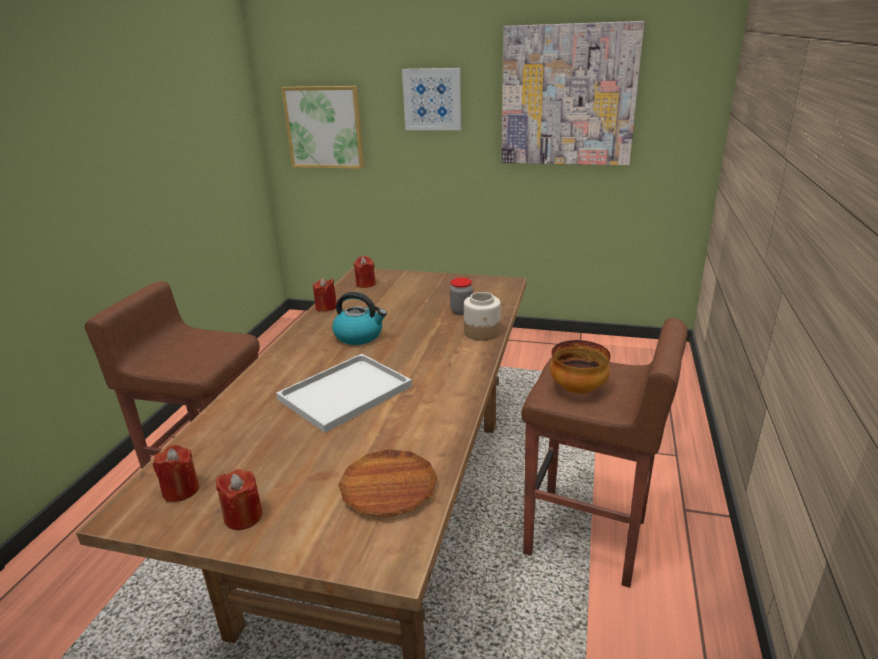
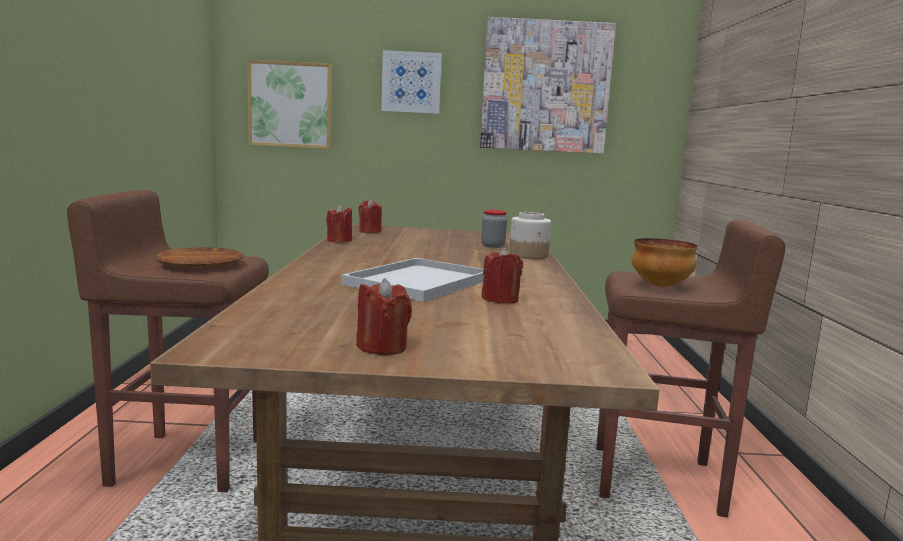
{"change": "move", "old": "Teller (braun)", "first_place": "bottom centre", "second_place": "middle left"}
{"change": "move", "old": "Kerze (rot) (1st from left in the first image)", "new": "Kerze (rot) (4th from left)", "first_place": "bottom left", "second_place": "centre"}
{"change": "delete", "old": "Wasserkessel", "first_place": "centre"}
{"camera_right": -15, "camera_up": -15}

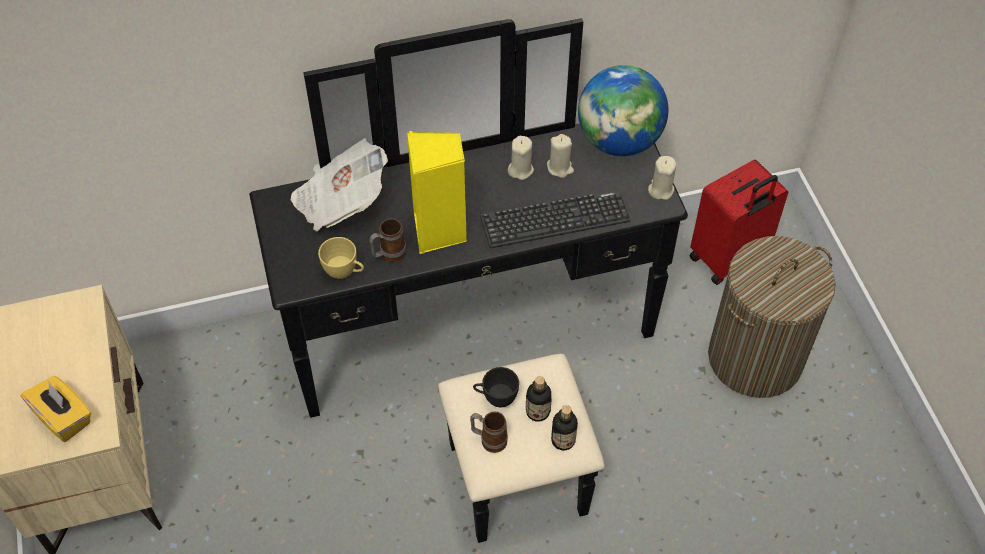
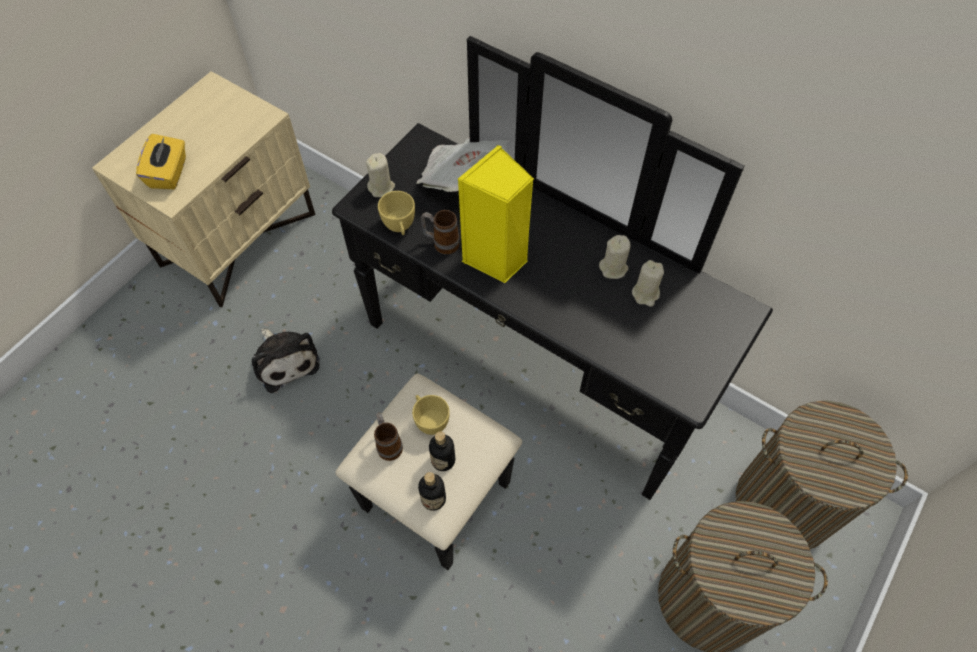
{"change": "insert", "new": "Plüschtier", "second_place": "middle left"}
{"change": "move", "old": "Kerze (beige) (3rd from left in the first image)", "new": "Kerze (beige) (1st from left)", "first_place": "top right", "second_place": "top centre"}
{"change": "recolor", "old": "Tasse (schwarz)", "new": "Tasse (gelb) (2nd from left)", "first_place": "bottom centre", "second_place": "centre"}
{"change": "replace", "old": "Koffer (rot)", "new": "Wäschekorb (2nd from left)", "first_place": "middle right", "second_place": "bottom right"}
{"change": "delete", "old": "Tastatur", "first_place": "centre"}
{"change": "delete", "old": "Globus", "first_place": "top centre"}
{"camera_right": 50, "camera_up": 5}

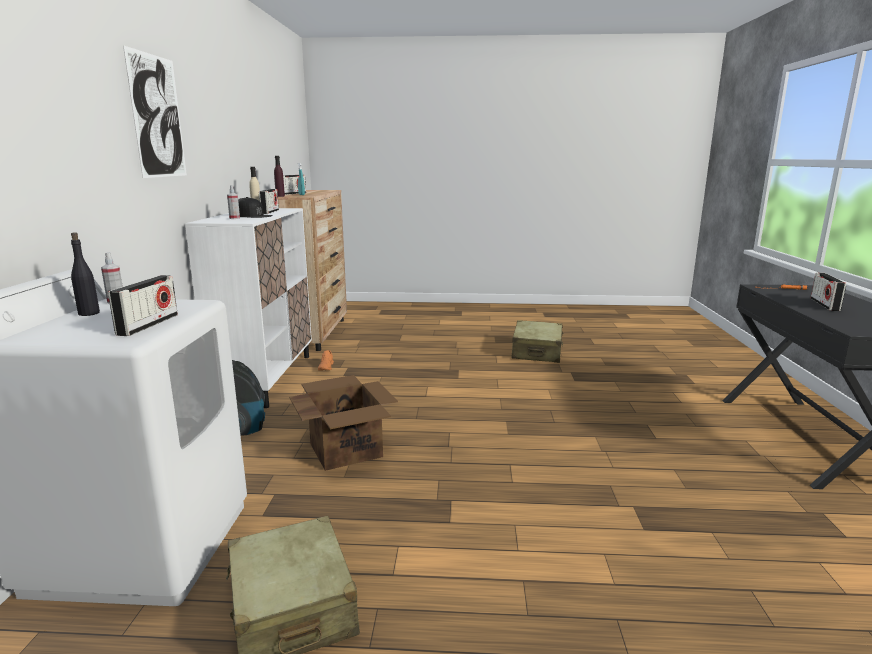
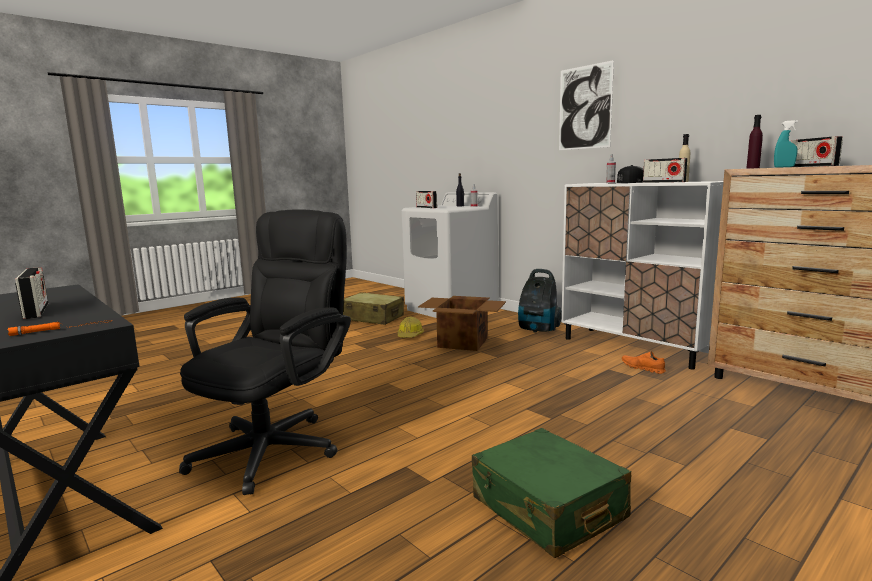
{"change": "insert", "new": "Bürostuhl (schwarz)", "second_place": "middle left"}
{"change": "insert", "new": "Schutzhelm", "second_place": "centre"}
{"change": "recolor", "old": "Koffer (beige) (2nd from left)", "new": "Koffer (grün)", "first_place": "centre", "second_place": "bottom centre"}
{"camera_right": 135, "camera_up": -5}

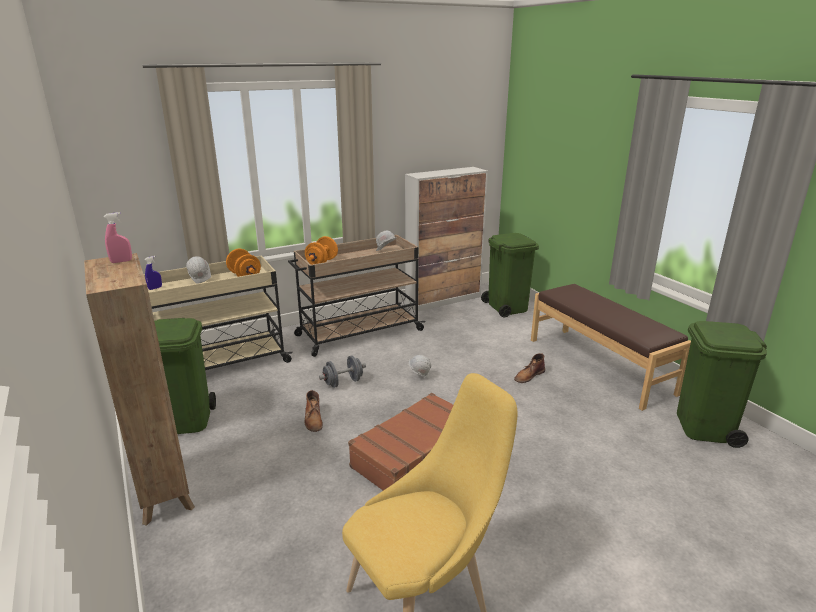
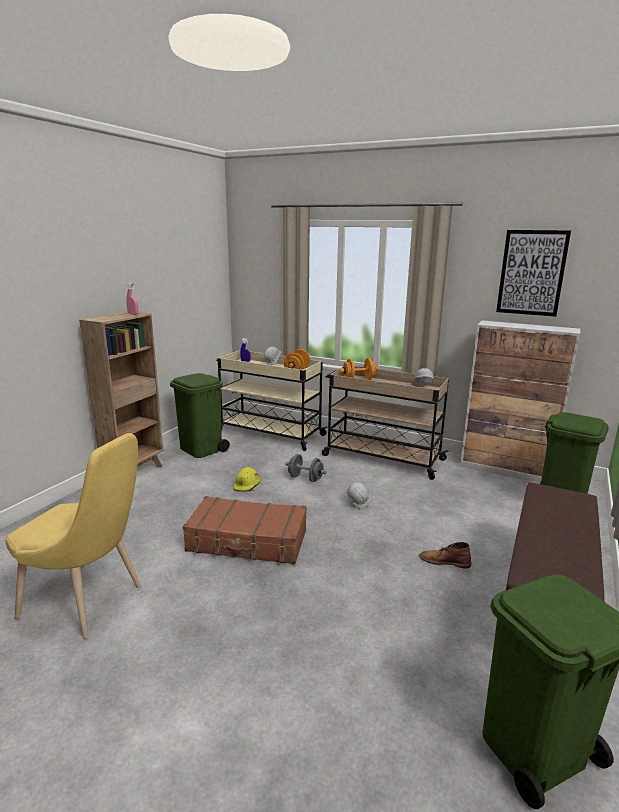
{"change": "replace", "old": "Stiefel (braun) (1st from left)", "new": "Schutzhelm (gelb)", "first_place": "bottom centre", "second_place": "centre"}
{"change": "insert", "new": "Bild", "second_place": "middle right"}
{"camera_right": 55, "camera_up": -5}

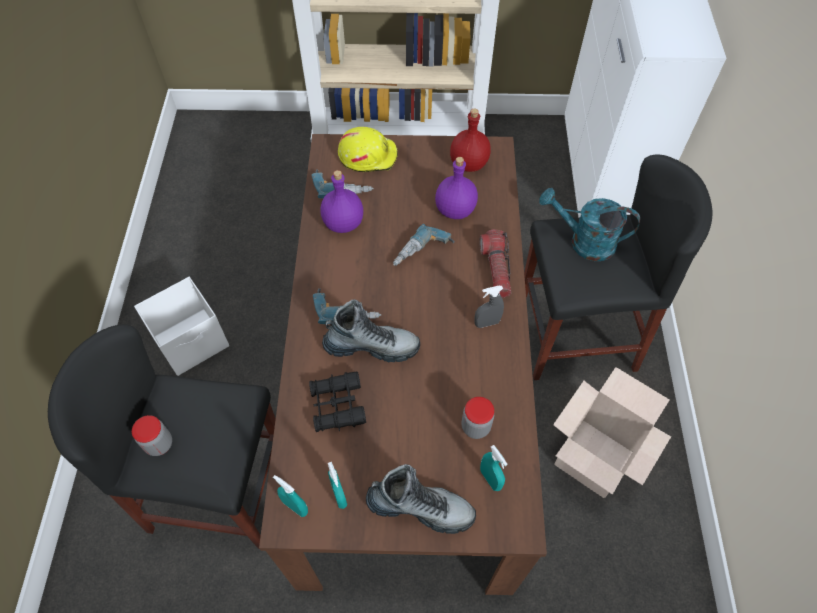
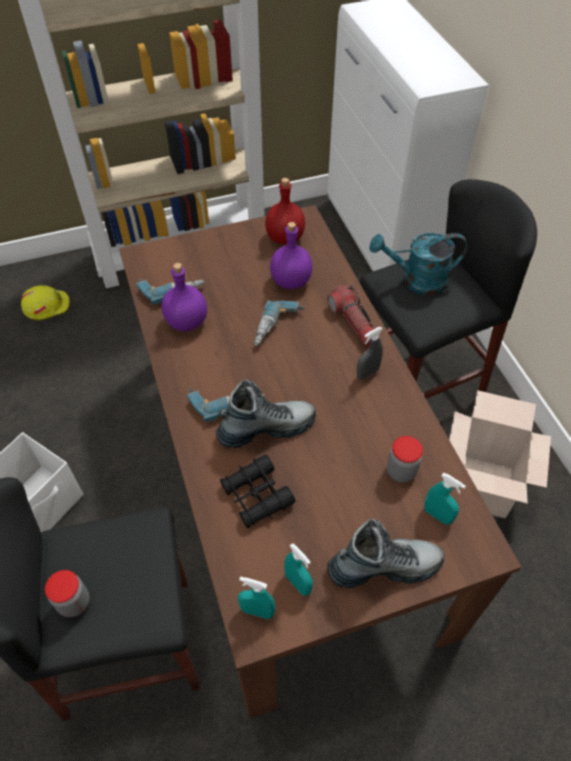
{"change": "move", "old": "Schutzhelm (gelb)", "first_place": "top centre", "second_place": "middle left"}
{"camera_right": -20, "camera_up": -5}

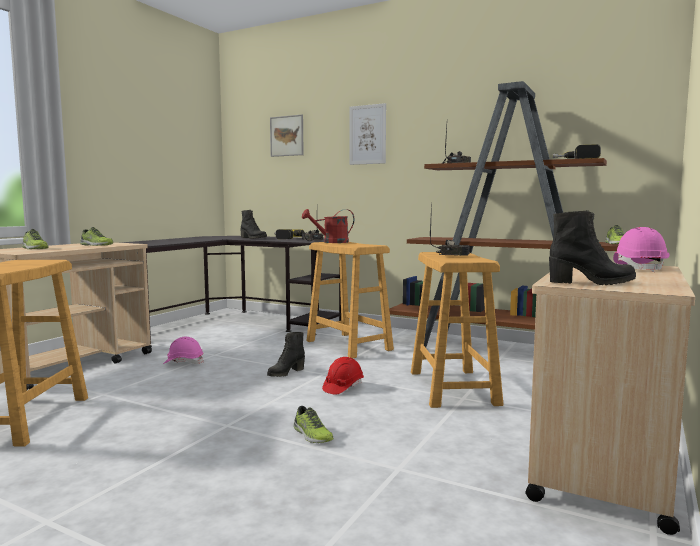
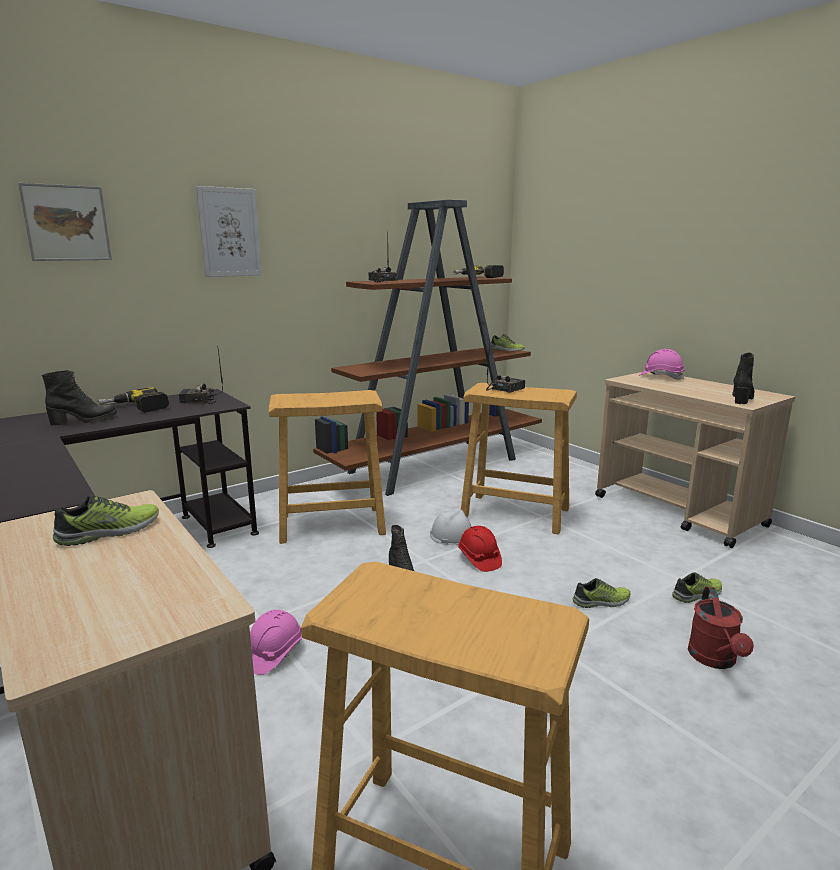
{"change": "insert", "new": "Schutzhelm (weiß)", "second_place": "centre"}
{"change": "move", "old": "Schuh (1st from left in the first image)", "new": "Schuh (4th from left)", "first_place": "middle left", "second_place": "bottom right"}
{"change": "move", "old": "Gießkanne (rot)", "first_place": "centre", "second_place": "bottom right"}
{"camera_right": -65, "camera_up": 10}

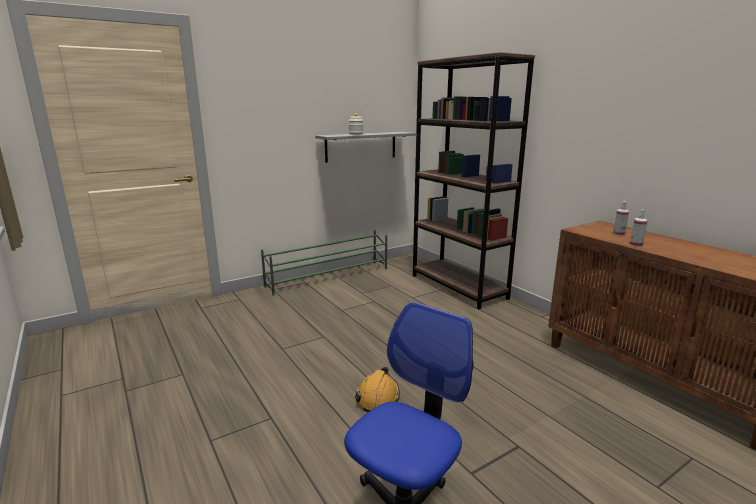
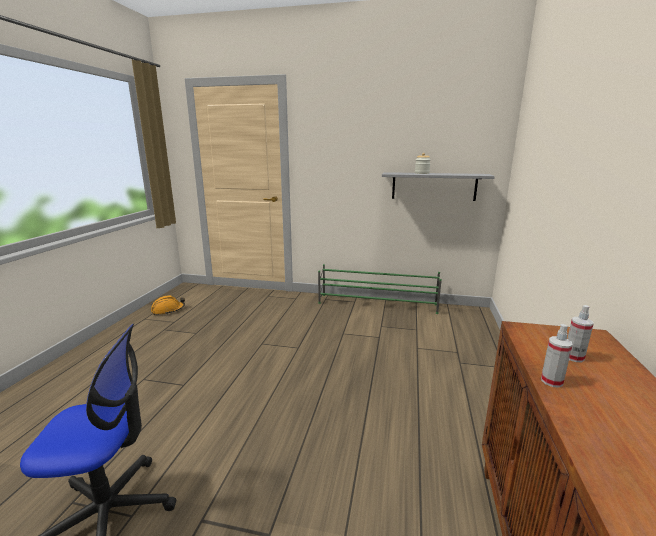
{"change": "move", "old": "Schutzhelm (orange)", "first_place": "bottom centre", "second_place": "middle left"}
{"change": "delete", "old": "Bücherregal (braun)", "first_place": "centre"}
{"camera_right": 45, "camera_up": 0}

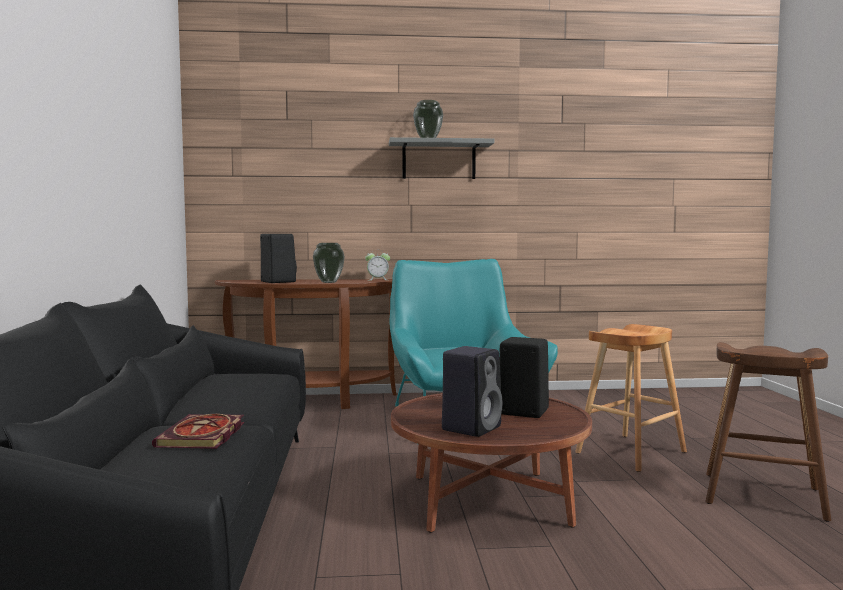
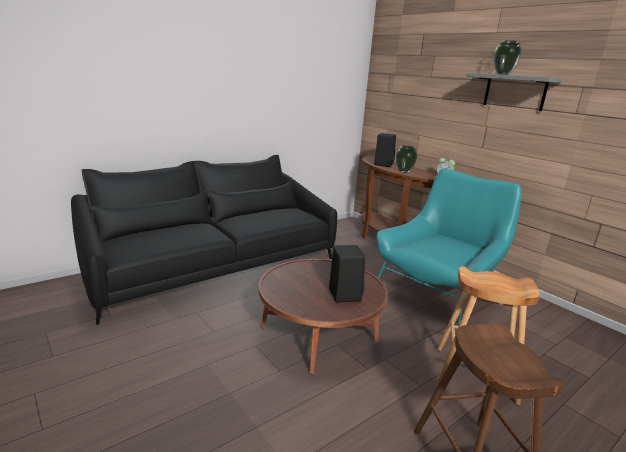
{"change": "delete", "old": "Buch", "first_place": "bottom left"}
{"change": "delete", "old": "Lautsprecher (schwarz) (2nd from left)", "first_place": "centre"}
{"camera_right": 55, "camera_up": 15}

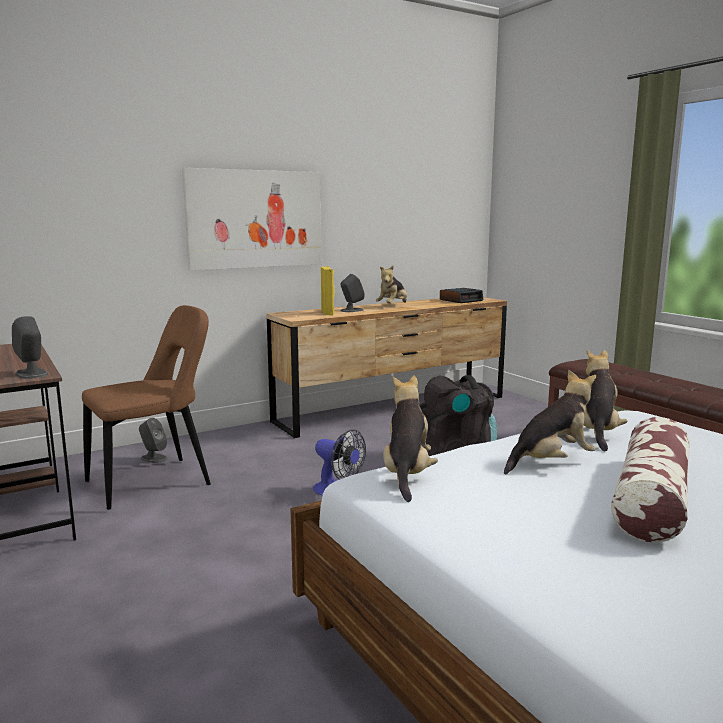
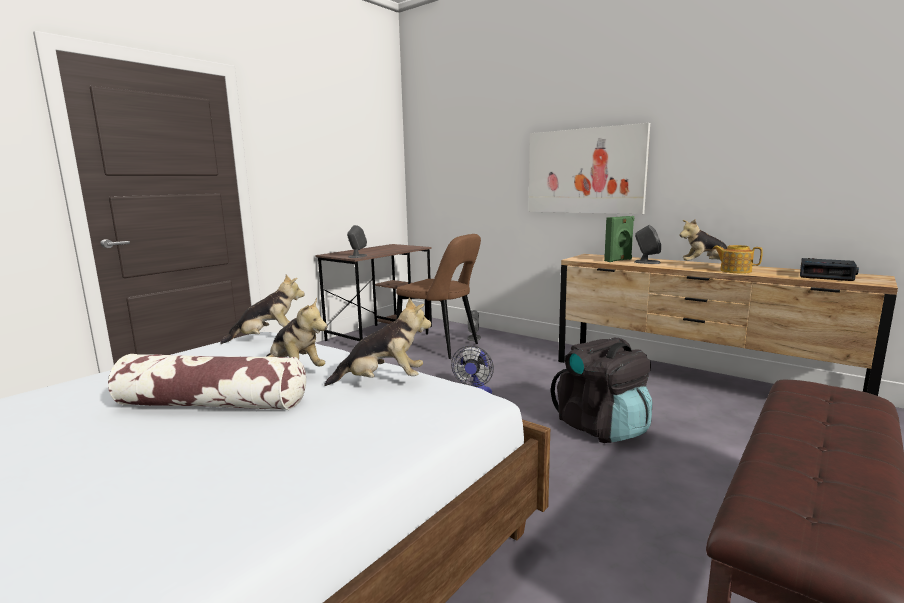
{"change": "recolor", "old": "Lautsprecher (gelb)", "new": "Lautsprecher (grün)", "first_place": "centre", "second_place": "middle right"}
{"change": "insert", "new": "Teekanne", "second_place": "middle right"}
{"camera_right": 70, "camera_up": 0}

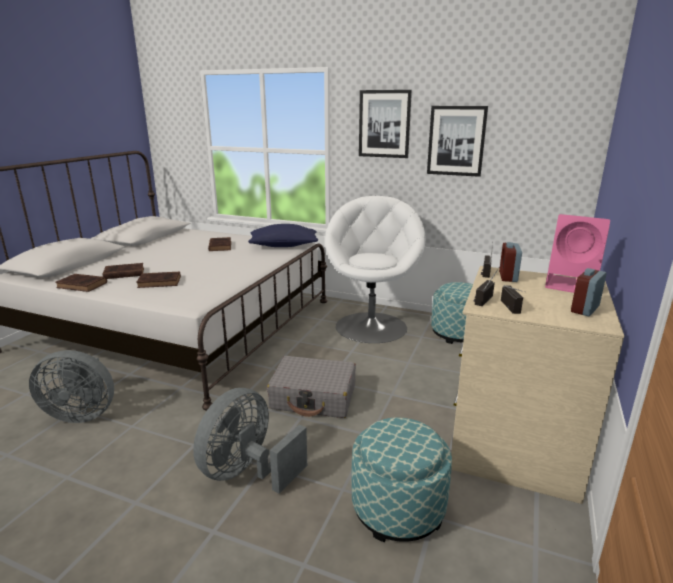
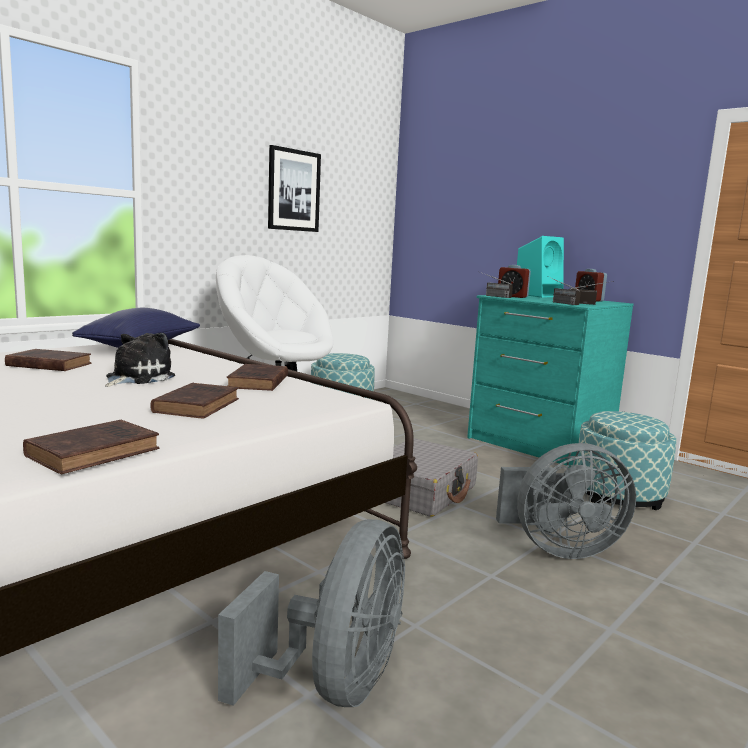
{"change": "insert", "new": "Plüschtier", "second_place": "middle left"}
{"change": "move", "old": "Buch (braun) (2nd from left in the first image)", "new": "Buch (braun) (4th from left)", "first_place": "middle left", "second_place": "centre"}
{"change": "recolor", "old": "Kommode (beige)", "new": "Kommode (türkis)", "first_place": "middle right", "second_place": "middle right"}
{"change": "rotate", "old": "Ventilator (grau) (2nd from left)", "first_place": "bottom centre", "second_place": "bottom right", "degrees": -60}
{"change": "recolor", "old": "Lautsprecher (rosa)", "new": "Lautsprecher (türkis)", "first_place": "middle right", "second_place": "middle right"}
{"change": "delete", "old": "Bild (1st from left)", "first_place": "top centre"}
{"camera_right": -70, "camera_up": -10}

